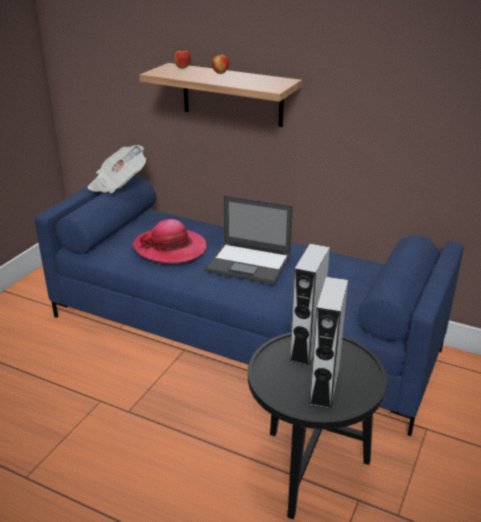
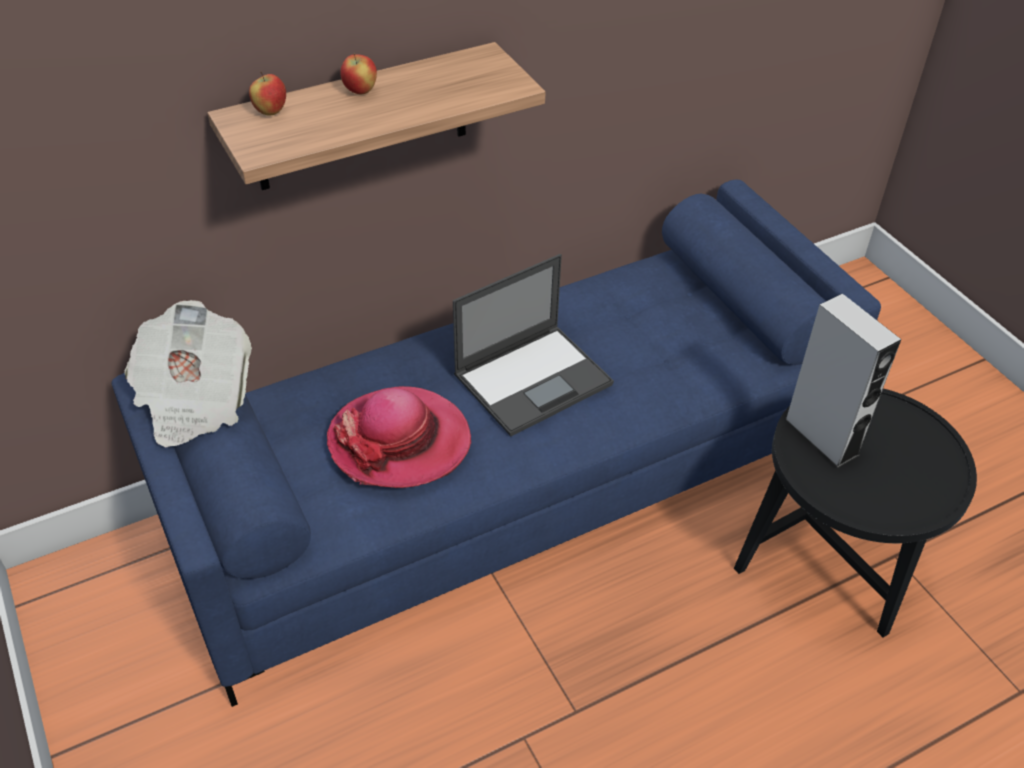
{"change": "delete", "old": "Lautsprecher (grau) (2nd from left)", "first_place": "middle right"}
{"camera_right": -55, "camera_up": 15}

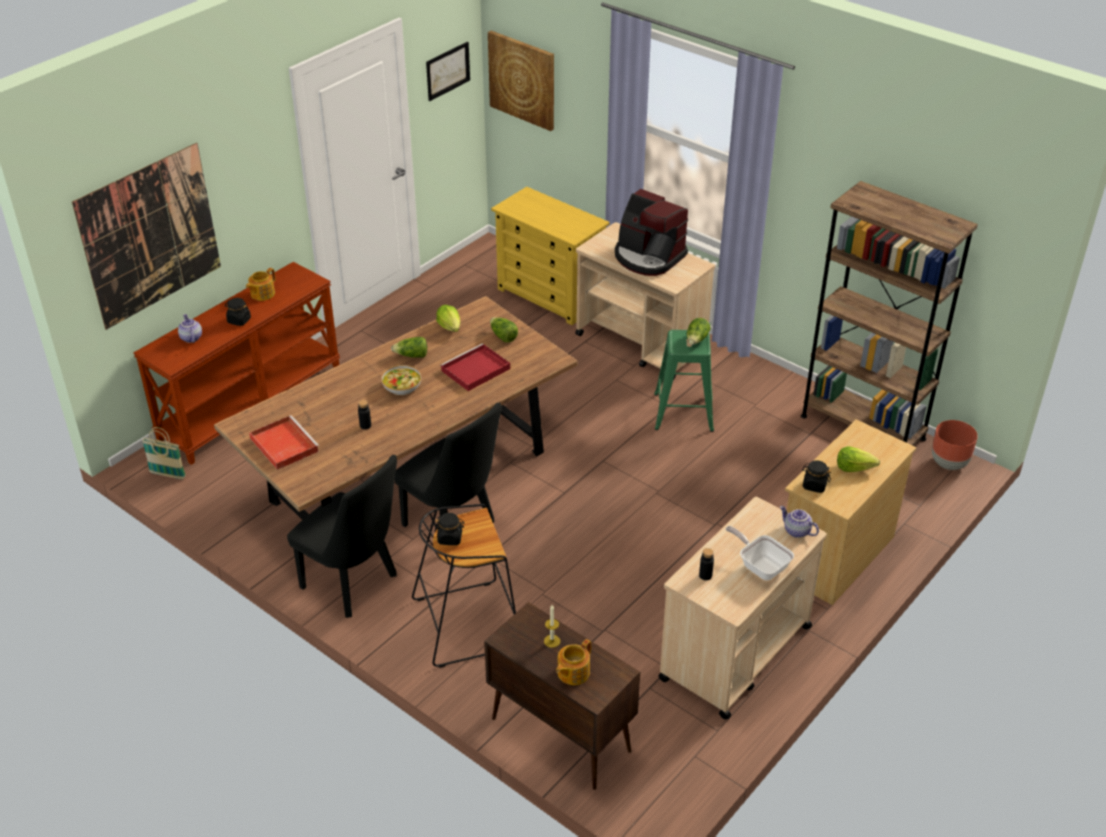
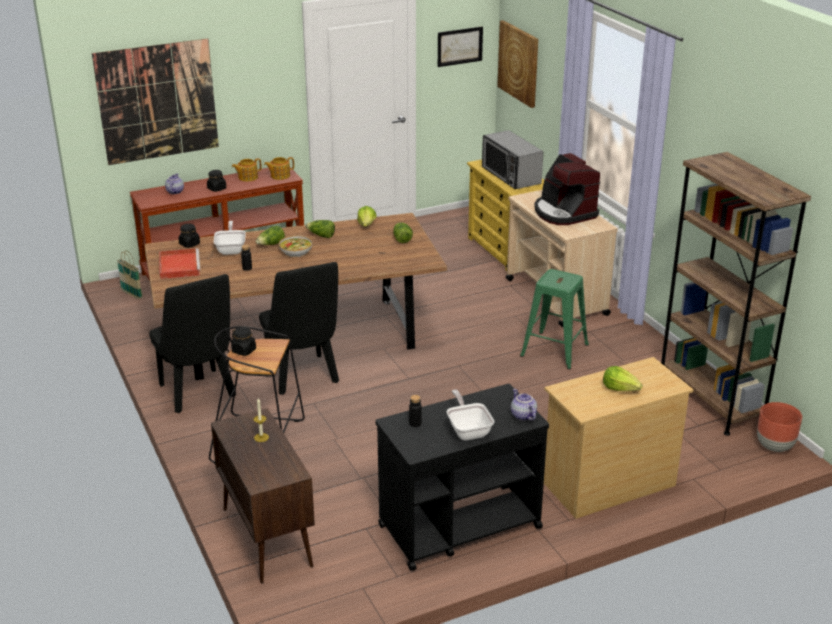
{"change": "move", "old": "Vorratsglas (schwarz) (3rd from left in the first image)", "new": "Vorratsglas (schwarz) (1st from left)", "first_place": "middle right", "second_place": "middle left"}
{"change": "insert", "new": "Pfanne (1st from left)", "second_place": "middle left"}
{"change": "move", "old": "Salatkopf (4th from left in the first image)", "new": "Salatkopf (1st from left)", "first_place": "centre", "second_place": "middle left"}
{"change": "move", "old": "Teekanne (3rd from left)", "first_place": "bottom centre", "second_place": "top centre"}
{"change": "recolor", "old": "Rollwagen (beige) (2nd from left)", "new": "Rollwagen (schwarz)", "first_place": "bottom right", "second_place": "bottom centre"}
{"change": "insert", "new": "Mikrowelle", "second_place": "top centre"}
{"change": "delete", "old": "Tablett (rot) (2nd from left)", "first_place": "centre"}
{"camera_right": 25, "camera_up": -10}

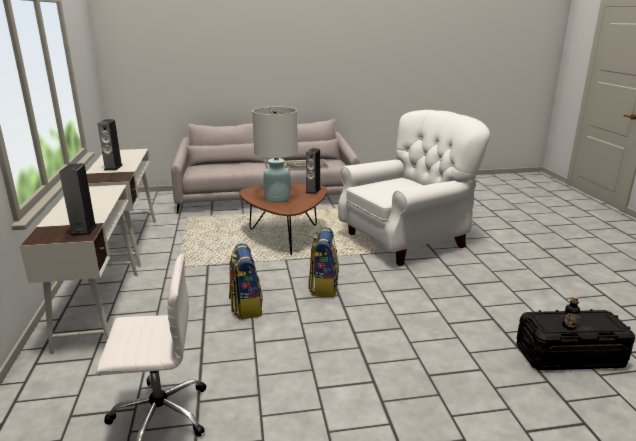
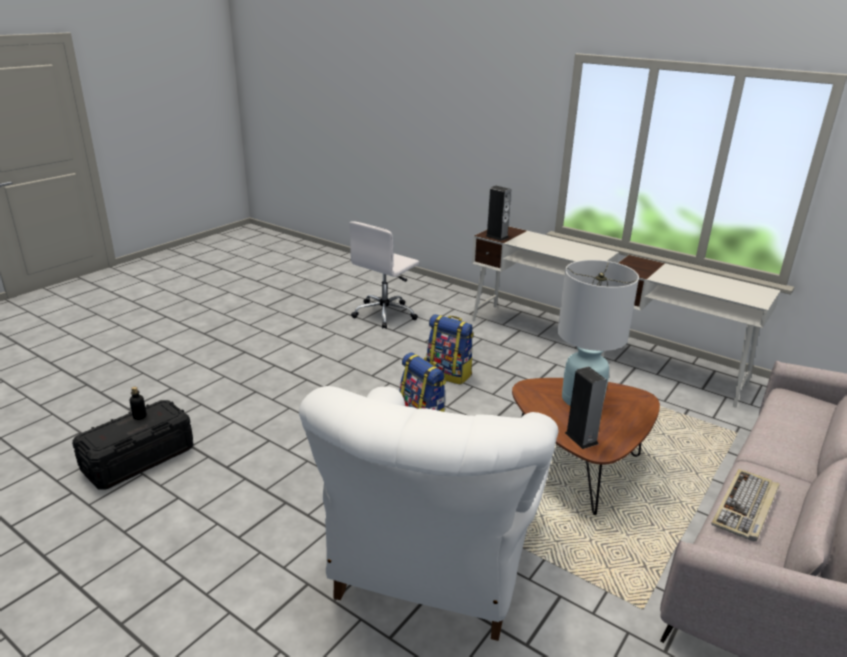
{"change": "delete", "old": "Lautsprecher (2nd from left)", "first_place": "top left"}
{"camera_right": 135, "camera_up": 5}

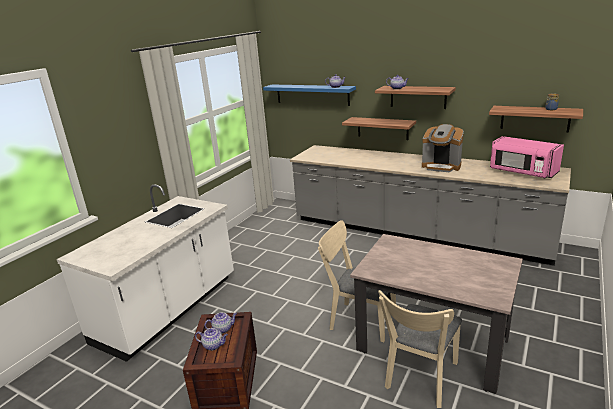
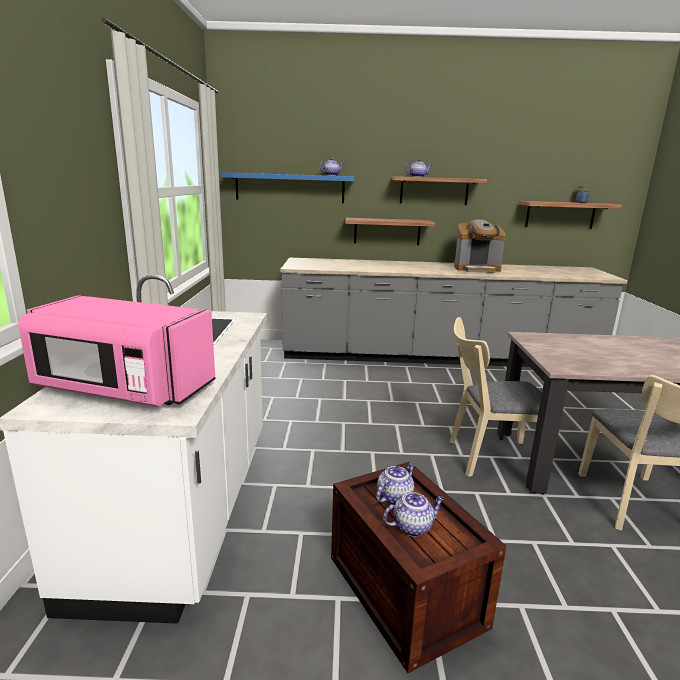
{"change": "move", "old": "Mikrowelle (rosa)", "first_place": "middle right", "second_place": "middle left"}
{"camera_right": -30, "camera_up": -5}

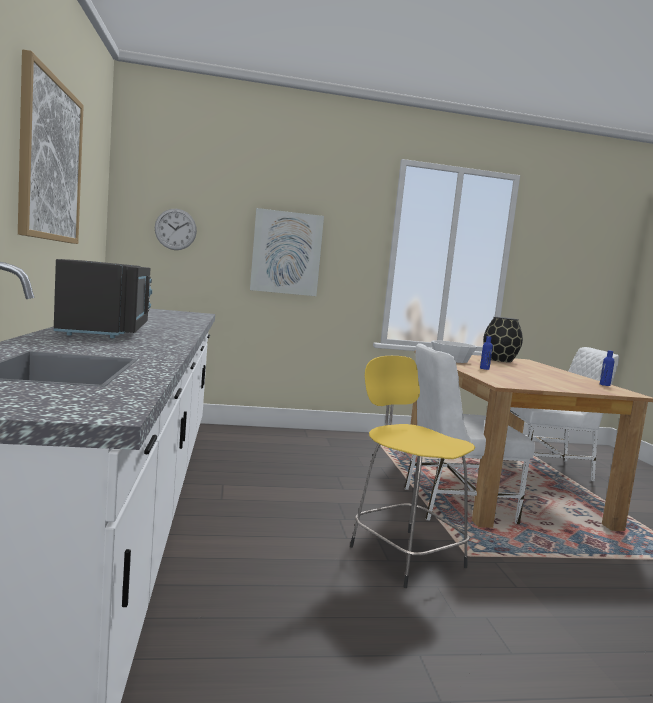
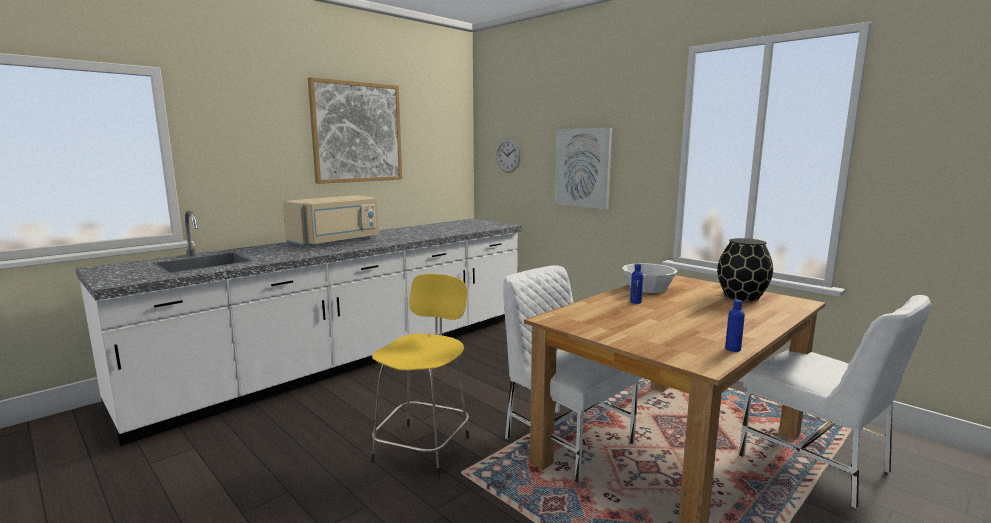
{"change": "recolor", "old": "Mikrowelle (schwarz)", "new": "Mikrowelle (beige)", "first_place": "middle left", "second_place": "centre"}
{"camera_right": 55, "camera_up": 5}

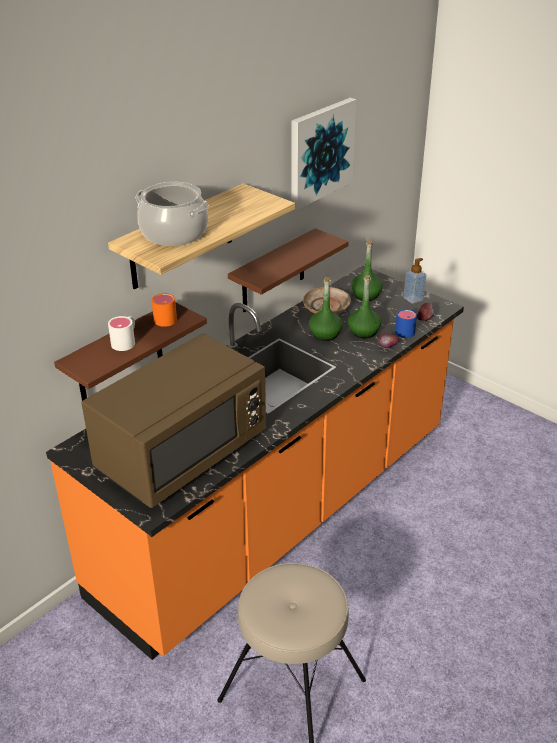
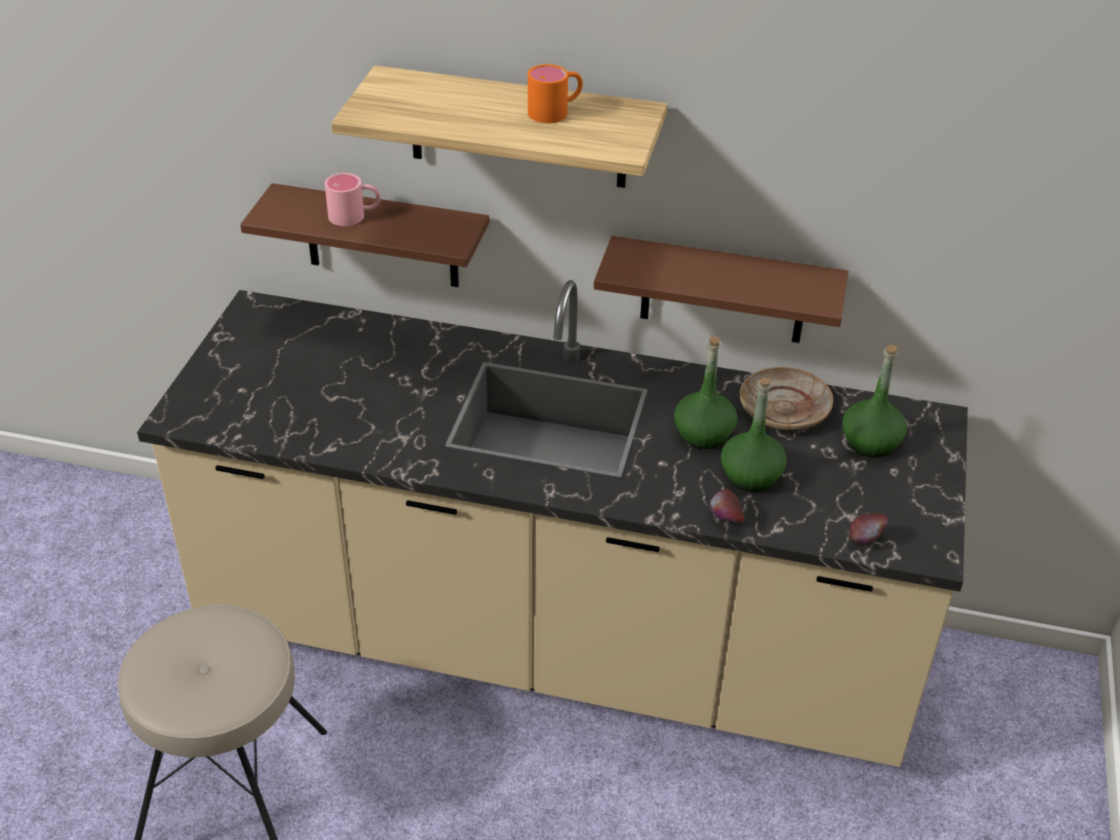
{"change": "recolor", "old": "Küchenzeile (orange)", "new": "Küchenzeile (beige)", "first_place": "centre", "second_place": "centre"}
{"change": "recolor", "old": "Henkelbecher (weiß)", "new": "Henkelbecher (rosa)", "first_place": "middle left", "second_place": "top left"}
{"change": "move", "old": "Henkelbecher (orange)", "first_place": "middle left", "second_place": "top centre"}
{"change": "delete", "old": "Mikrowelle (braun)", "first_place": "middle left"}
{"change": "delete", "old": "Kochtopf", "first_place": "top left"}
{"change": "delete", "old": "Bild", "first_place": "top centre"}
{"change": "delete", "old": "Henkelbecher (blau)", "first_place": "middle right"}
{"change": "delete", "old": "Seifenspender", "first_place": "middle right"}
{"camera_right": 60, "camera_up": 5}

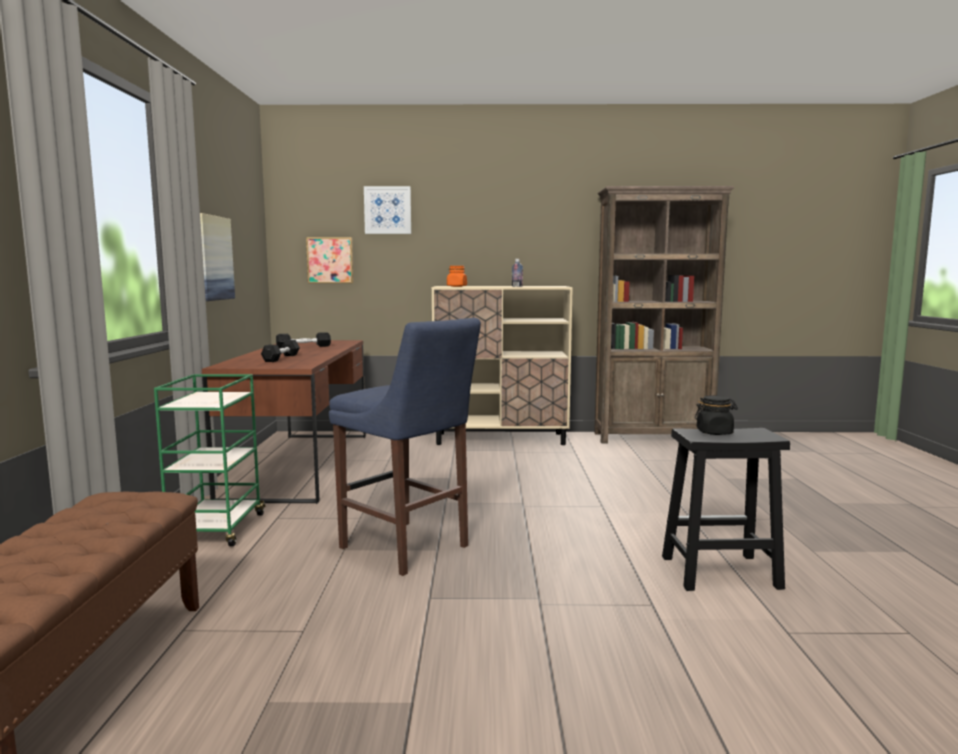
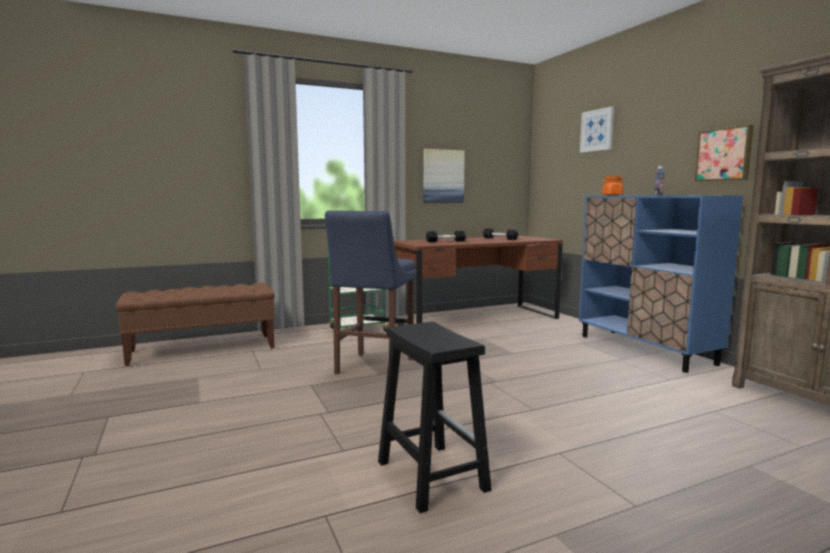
{"change": "recolor", "old": "Schrank (beige)", "new": "Schrank (blau)", "first_place": "centre", "second_place": "middle right"}
{"change": "move", "old": "Bild (2nd from left in the first image)", "new": "Bild (3rd from left)", "first_place": "centre", "second_place": "top right"}
{"change": "delete", "old": "Vorratsglas (schwarz)", "first_place": "middle right"}
{"camera_right": 65, "camera_up": 0}

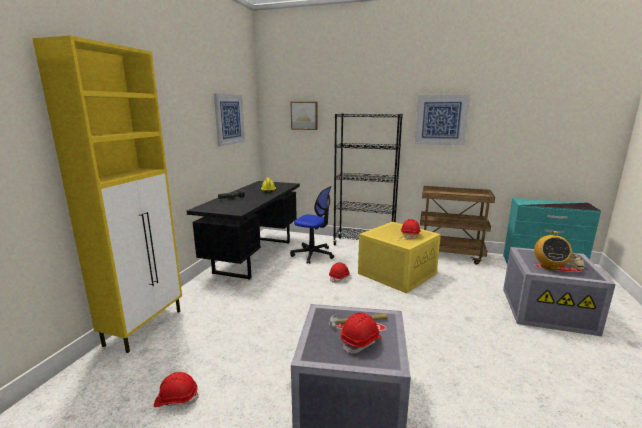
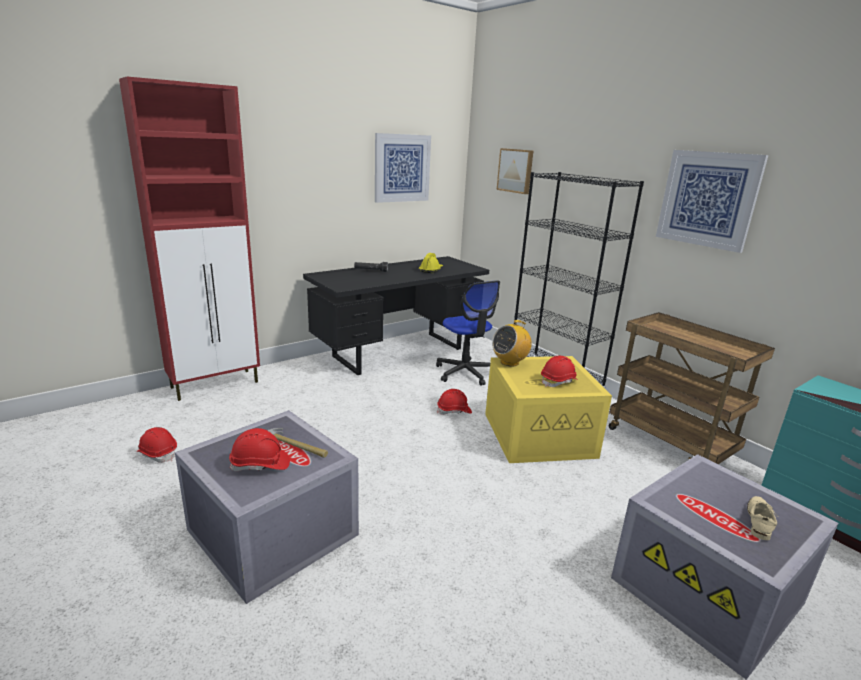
{"change": "recolor", "old": "Schrank (gelb)", "new": "Schrank (rot)", "first_place": "middle left", "second_place": "middle left"}
{"change": "move", "old": "Radio", "first_place": "middle right", "second_place": "centre"}
{"camera_right": 35, "camera_up": 5}

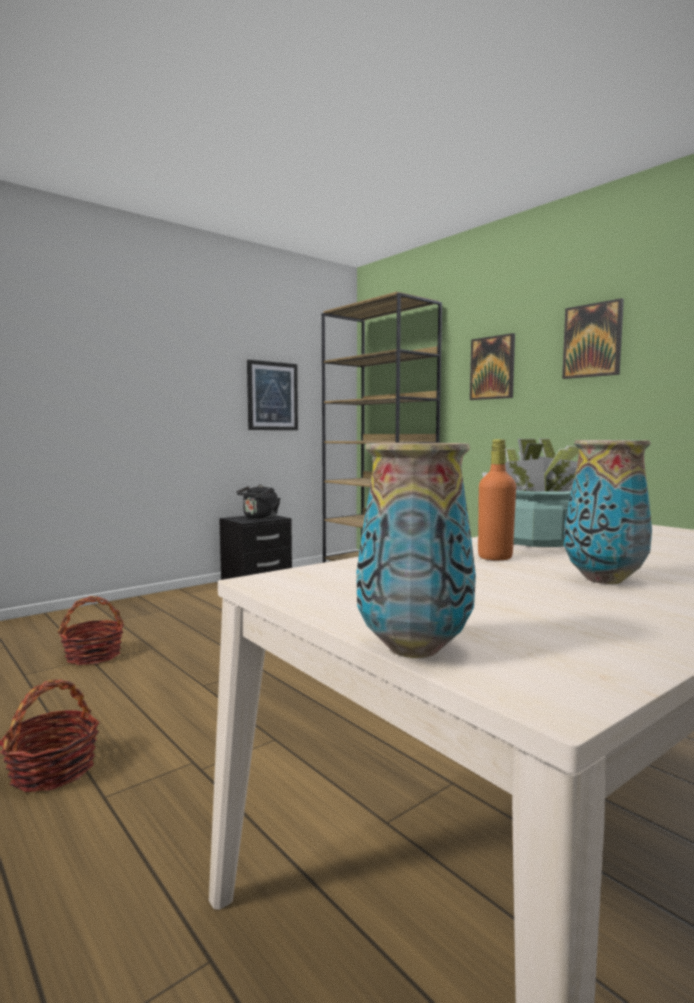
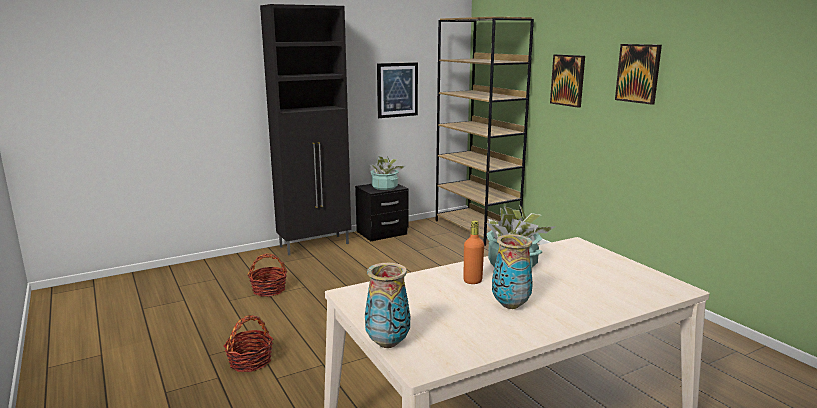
{"change": "insert", "new": "Schrank (schwarz)", "second_place": "top centre"}
{"change": "replace", "old": "Wasserkessel (schwarz)", "new": "Topfpflanze (1st from left)", "first_place": "centre", "second_place": "centre"}
{"camera_right": 10, "camera_up": 10}

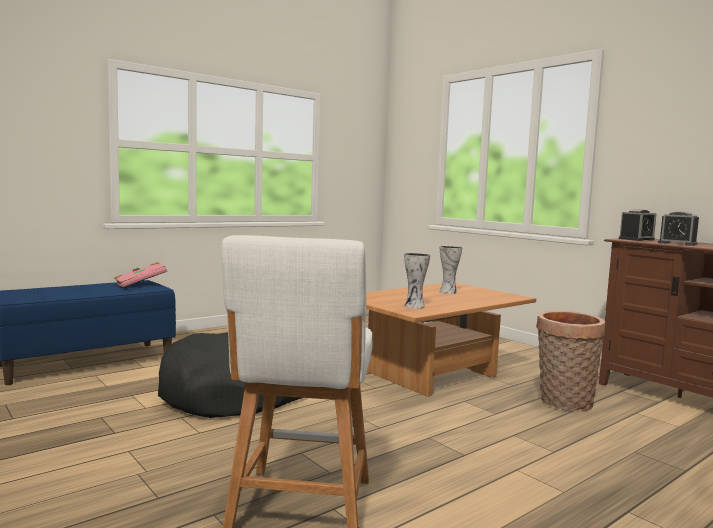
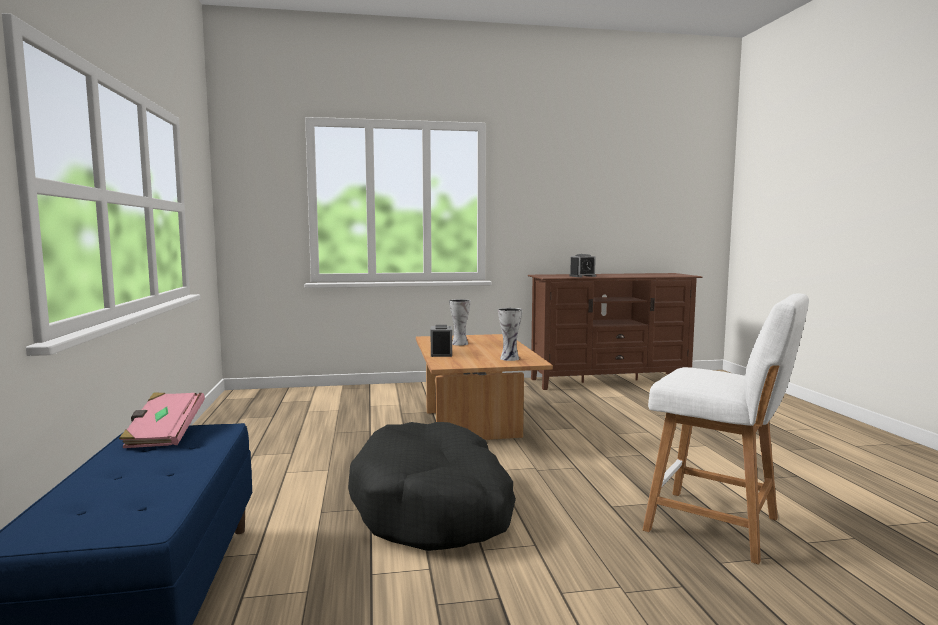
{"change": "move", "old": "Wecker (1st from left)", "first_place": "middle right", "second_place": "centre"}
{"change": "delete", "old": "Korb", "first_place": "bottom right"}
{"camera_right": -60, "camera_up": 0}

